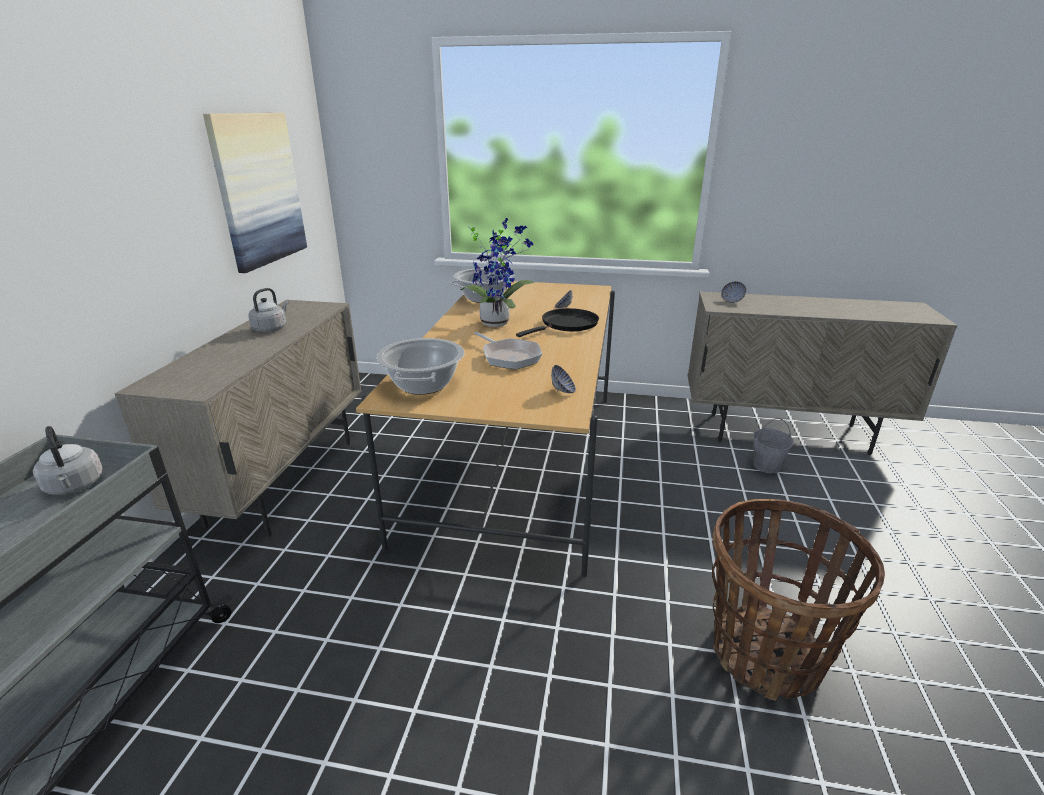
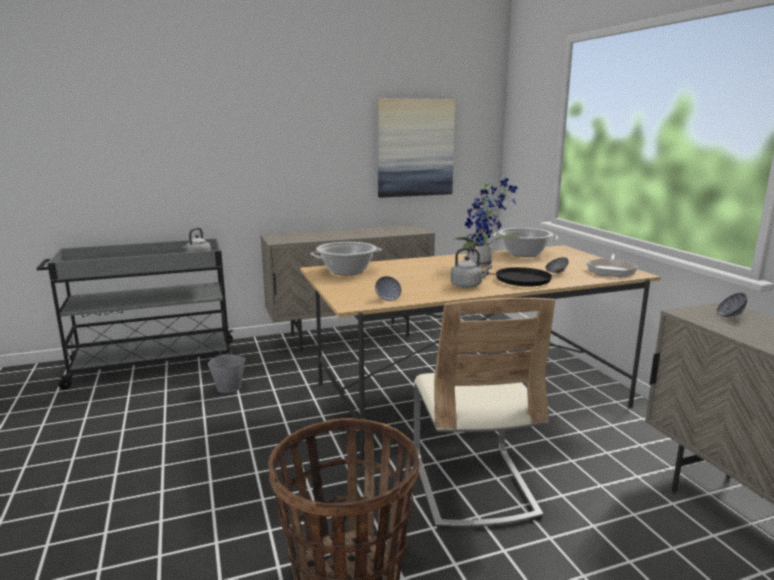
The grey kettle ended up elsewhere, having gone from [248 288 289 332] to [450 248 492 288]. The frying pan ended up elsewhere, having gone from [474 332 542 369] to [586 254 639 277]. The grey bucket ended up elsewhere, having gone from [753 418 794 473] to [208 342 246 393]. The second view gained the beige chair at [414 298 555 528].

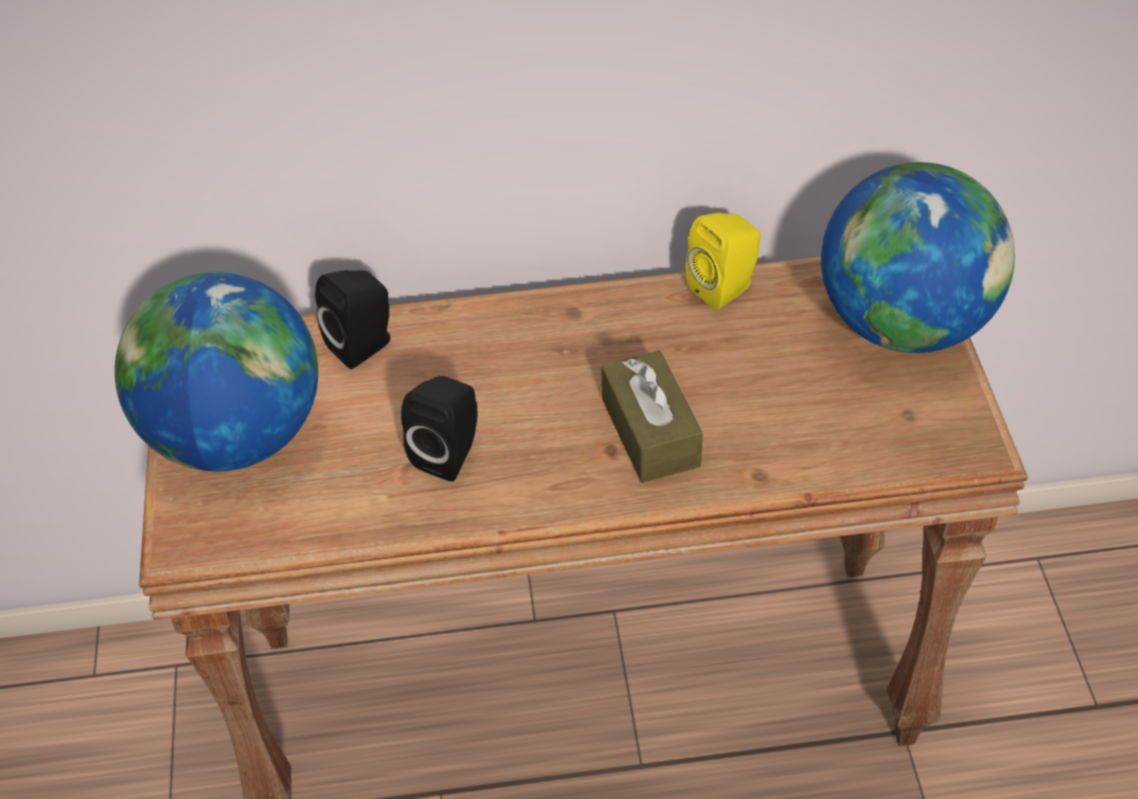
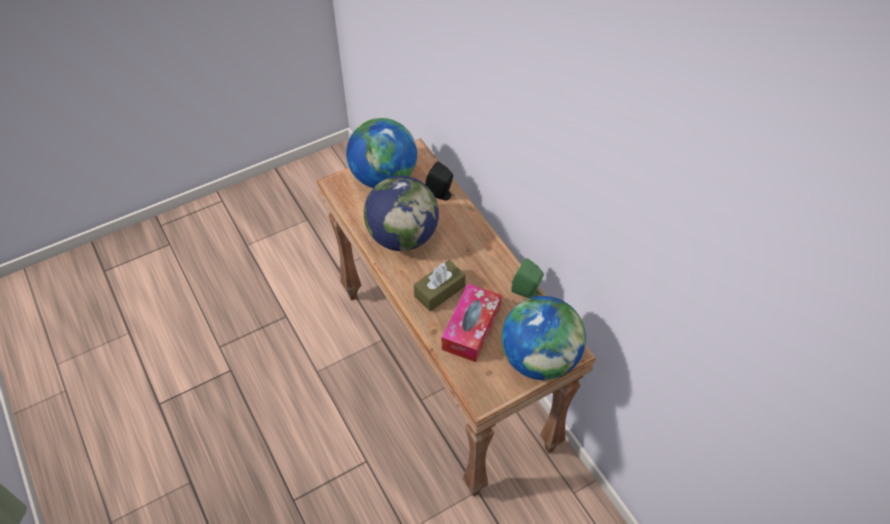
What was the yellow speaker at [685 212 760 310] turned into the green speaker at [511 258 544 298]. Where the black speaker stood at [401 376 477 481], the globe came to stand at [364 176 439 251]. The second view gained the tissue box at [442 284 502 362].

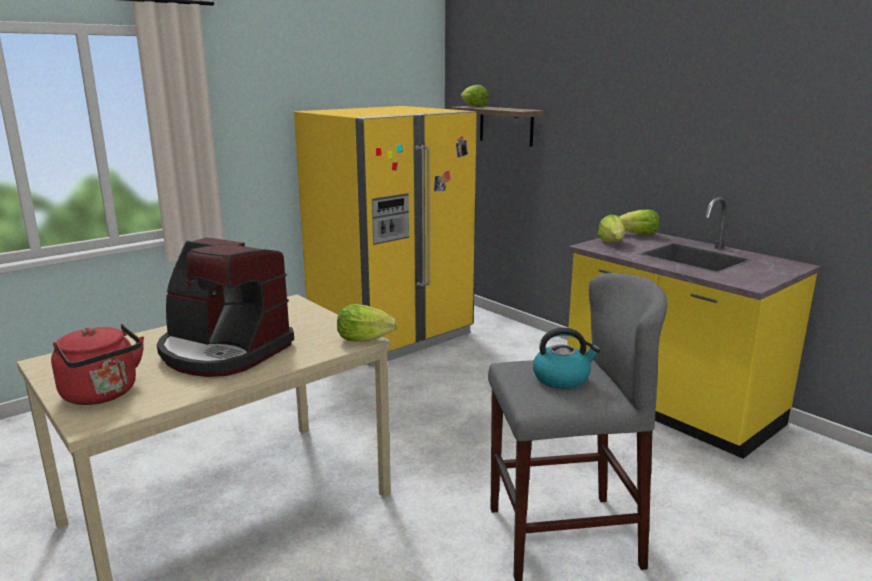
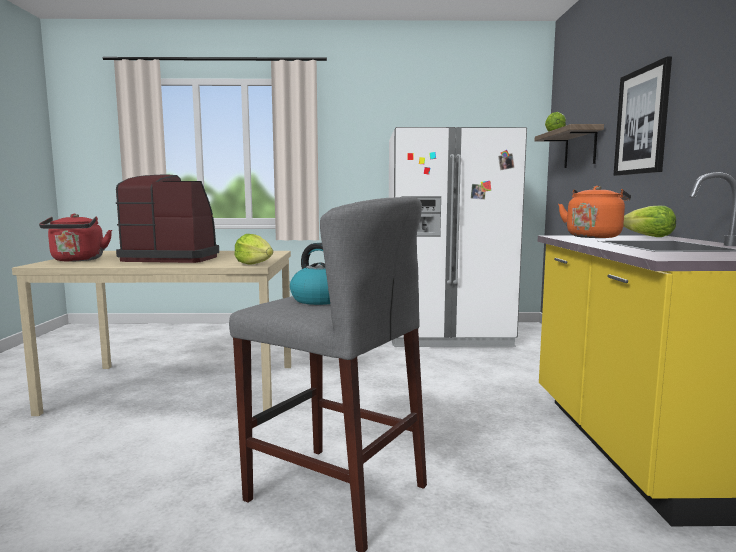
What was the yellow fridge at [294 106 478 367] turned into the white fridge at [389 127 527 347]. Where the lettuce stood at [598 214 625 243], the orange kettle came to stand at [558 186 631 238]. The coffee machine at [157 237 294 377] ended up facing another way, 120 degrees clockwise from before. The second view gained the picture at [613 56 672 176].

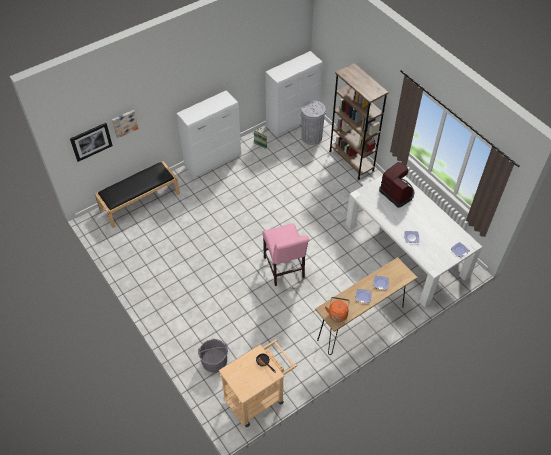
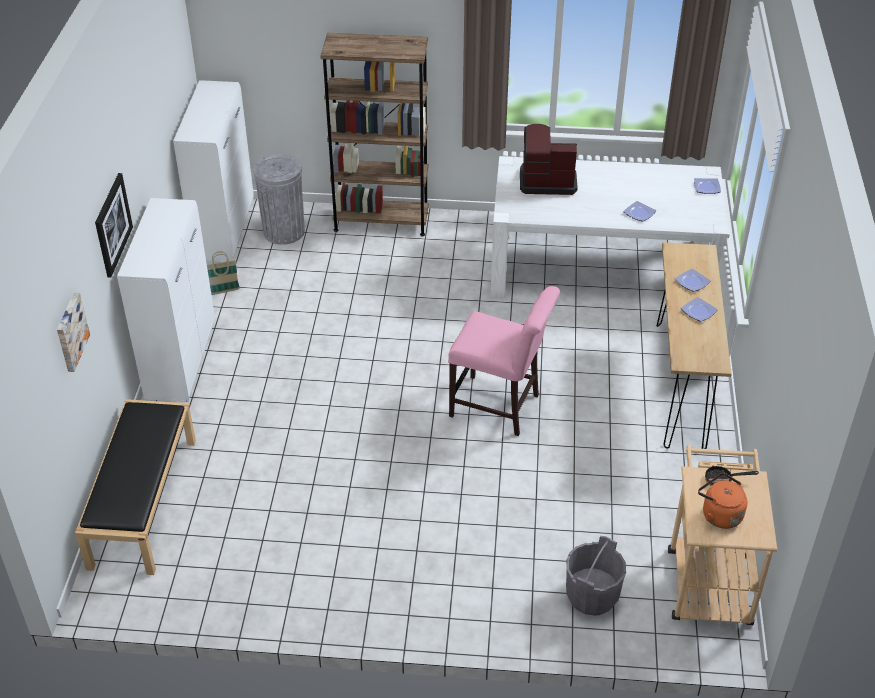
The picture ended up elsewhere, having gone from [70 123 113 162] to [95 173 133 277]. The orange kettle ended up elsewhere, having gone from [325 297 350 322] to [698 473 747 529].

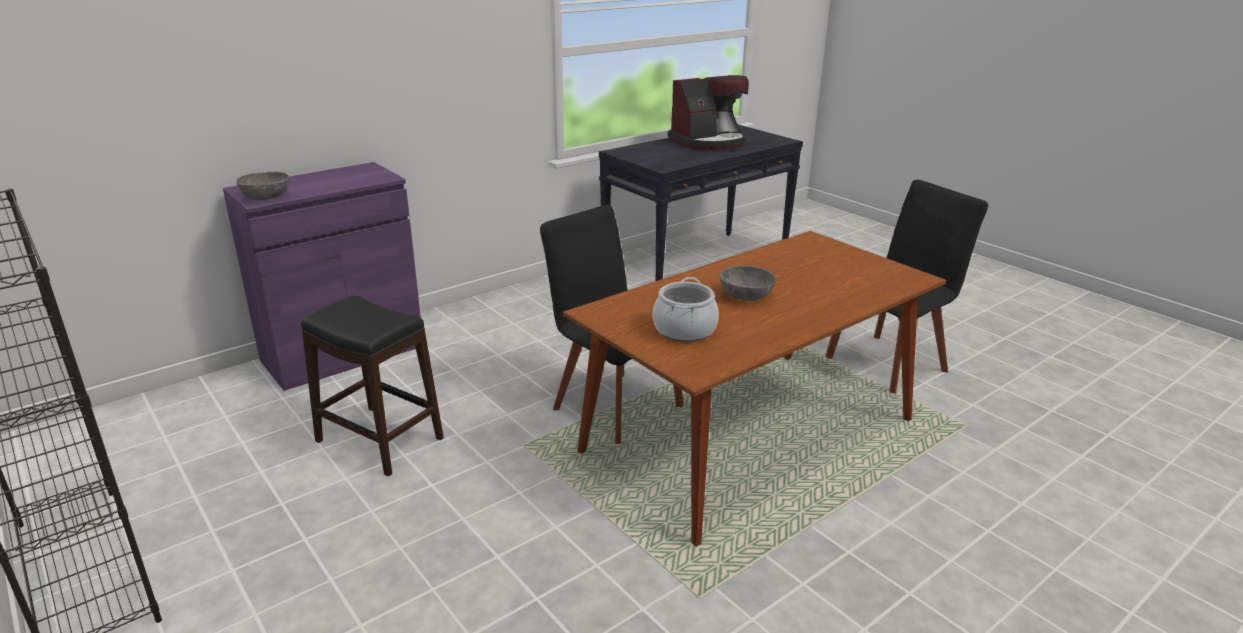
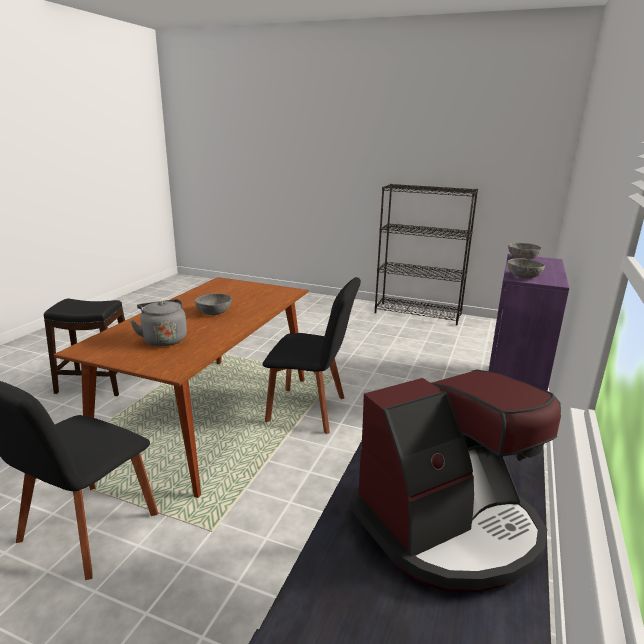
The coffee machine at [668 75 749 150] ended up facing another way, 150 degrees counterclockwise from before. The second view lost the cooking pot at [653 277 719 342]. The black stool ended up elsewhere, having gone from [301 296 444 476] to [44 299 125 396]. The second view gained the grey bowl at [508 258 545 278]. The second view gained the grey kettle at [130 299 187 346].

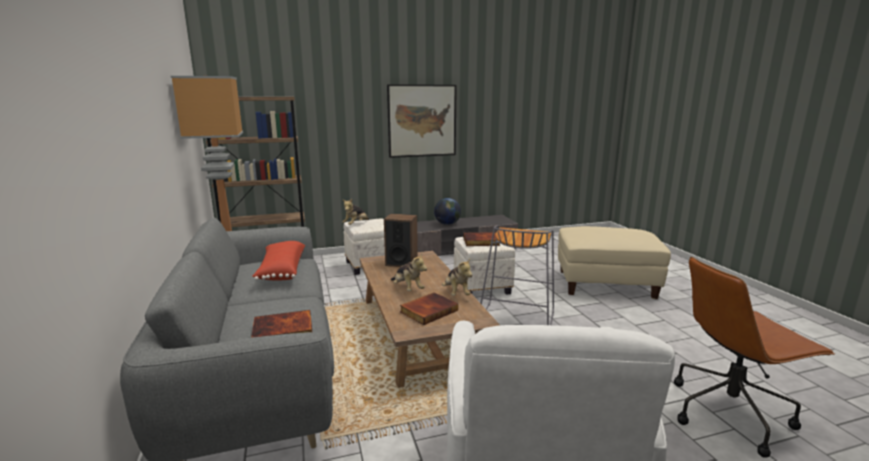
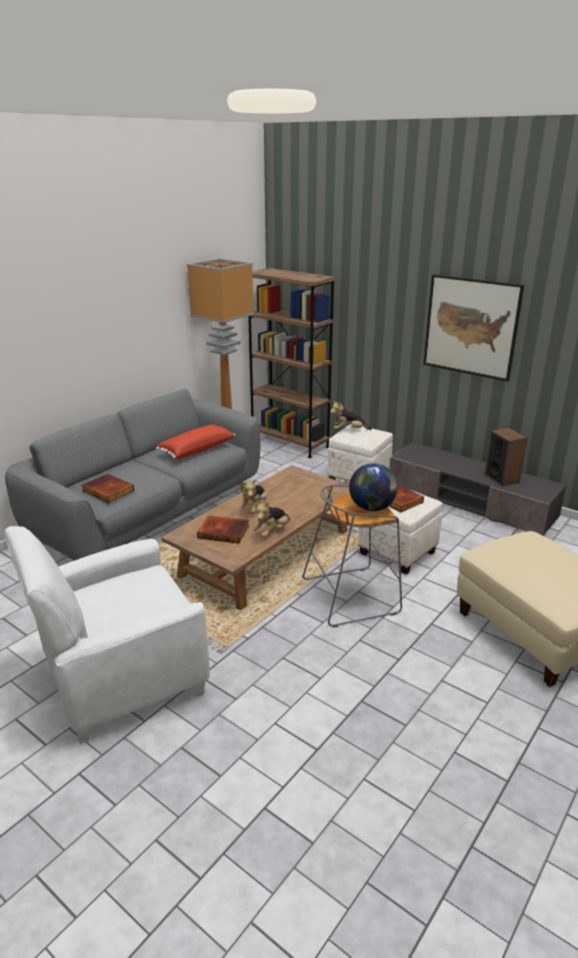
The globe ended up elsewhere, having gone from [434 198 461 225] to [349 463 398 511]. The speaker ended up elsewhere, having gone from [384 214 418 267] to [484 428 528 487]. The second view lost the brown office chair at [674 257 835 458].

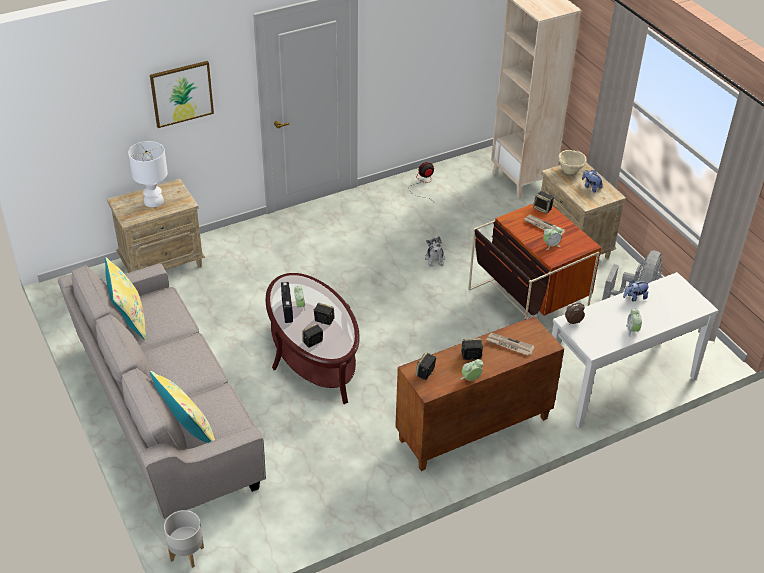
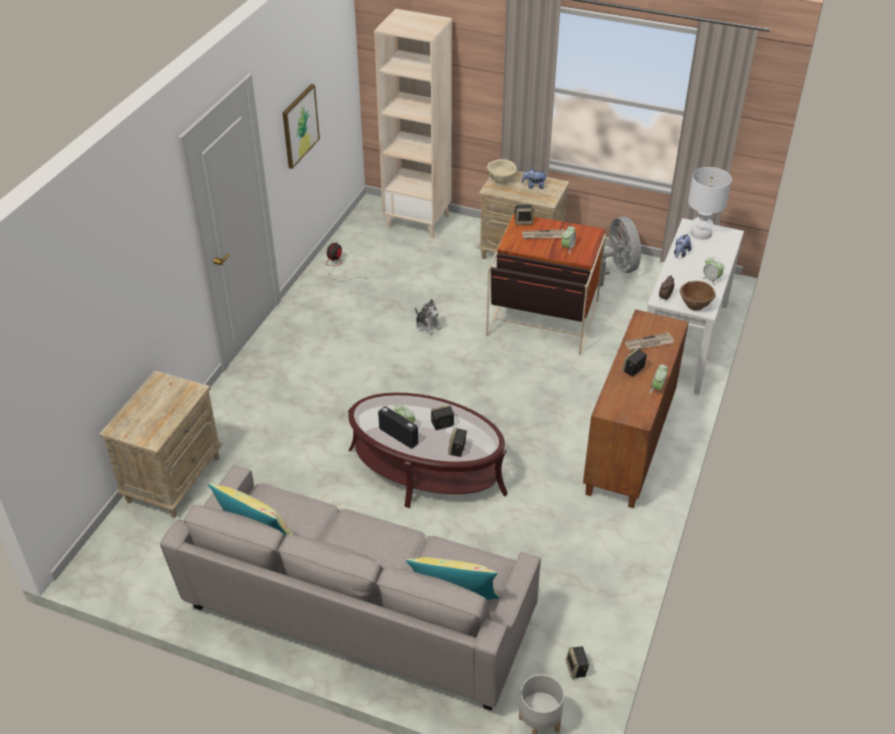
The picture ended up elsewhere, having gone from [150 61 214 128] to [283 84 320 169]. The white table lamp ended up elsewhere, having gone from [128 141 168 207] to [688 167 732 240]. The speaker ended up elsewhere, having gone from [415 352 436 380] to [566 646 589 679]. The second view gained the brown bowl at [680 281 716 311].

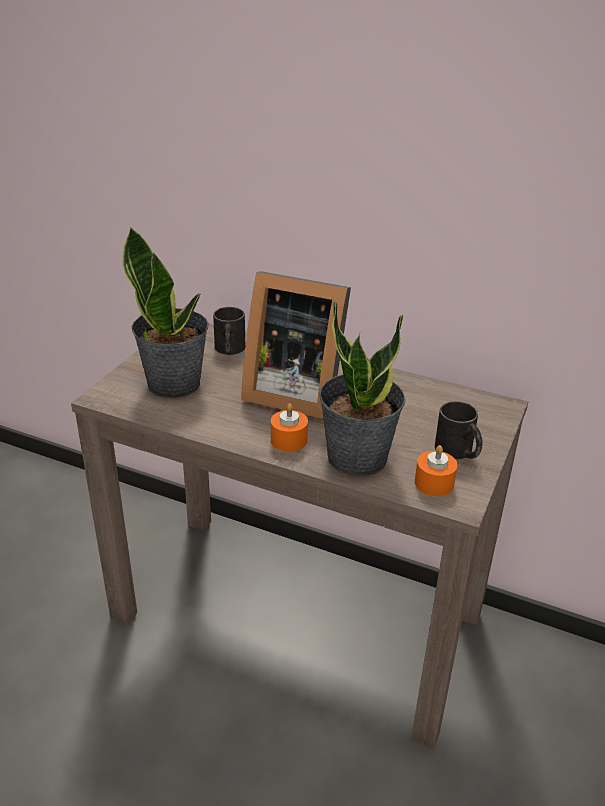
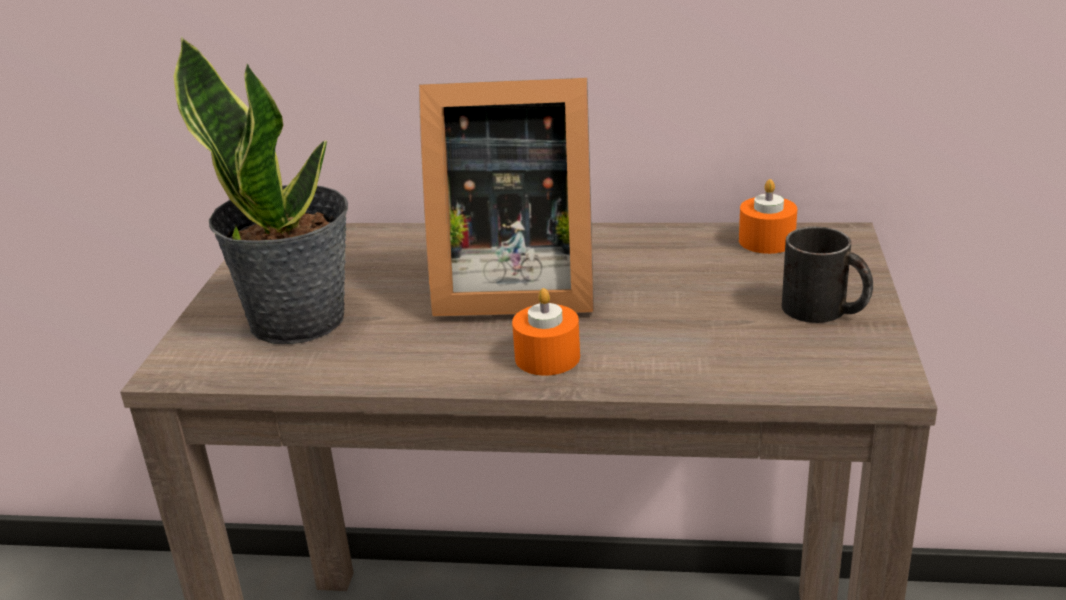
The second view lost the potted plant at [319 301 406 477]. The second view lost the black mug at [213 307 245 355]. The orange candle ended up elsewhere, having gone from [415 445 458 496] to [739 179 797 254].

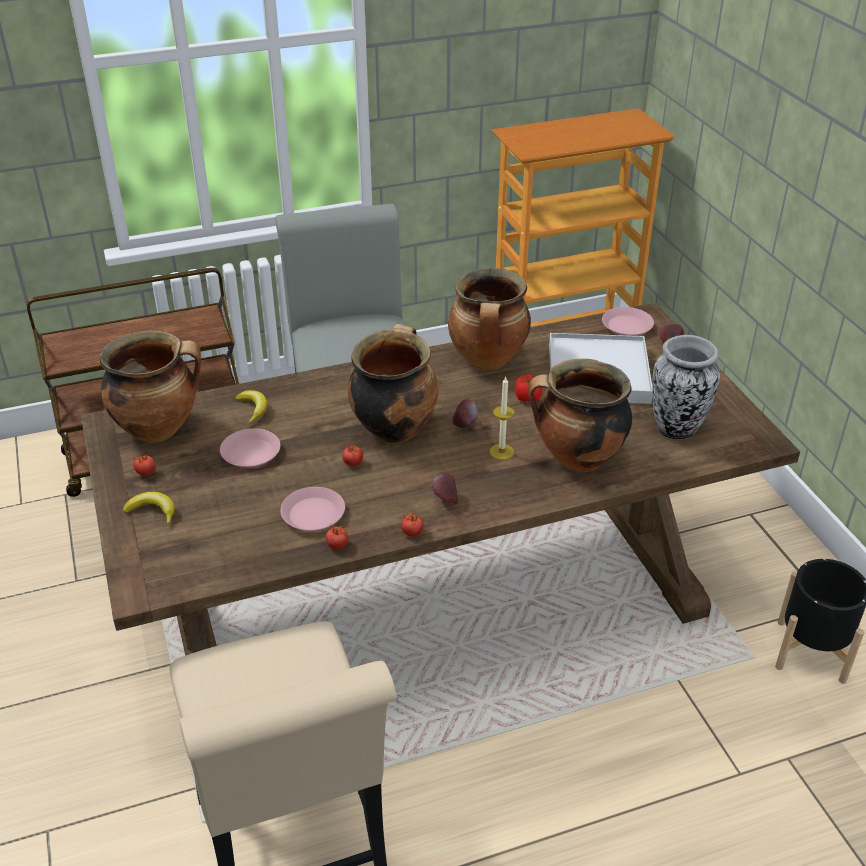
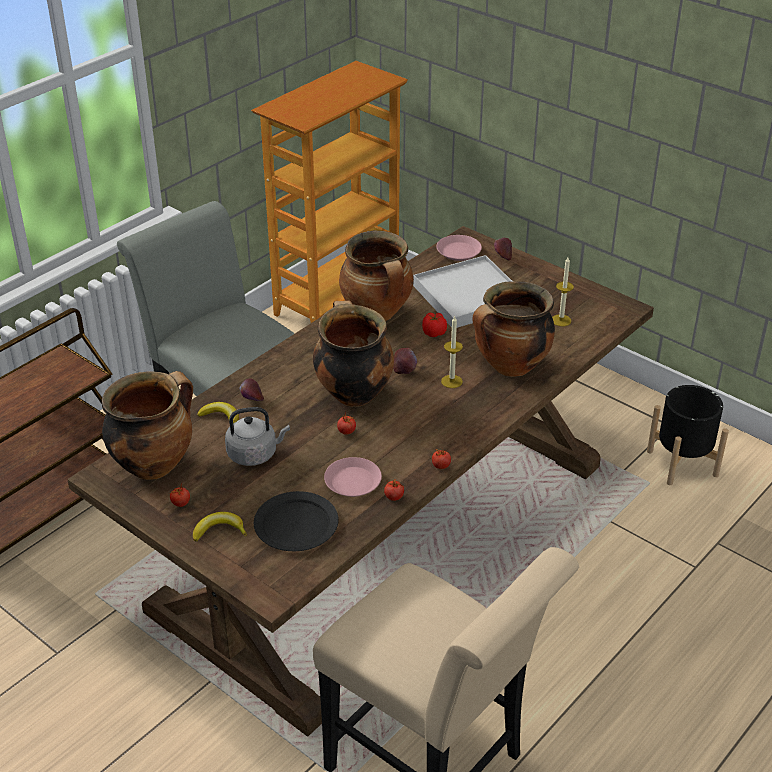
Where the vase stood at [652 335 720 440], the candle came to stand at [552 257 574 326]. Where the pink plate stood at [220 428 281 468], the grey kettle came to stand at [225 407 290 466]. The apple ended up elsewhere, having gone from [432 473 458 504] to [239 378 264 401]. The second view gained the black plate at [254 491 339 551].

